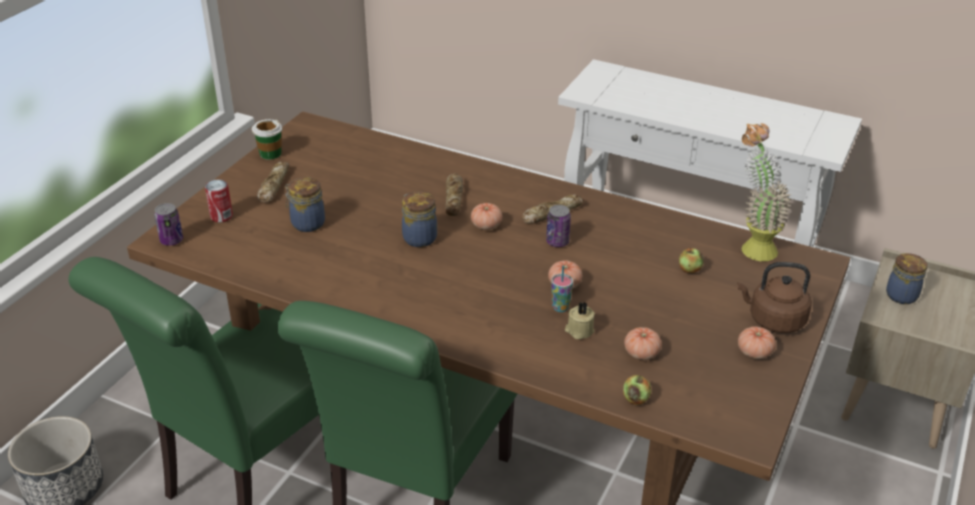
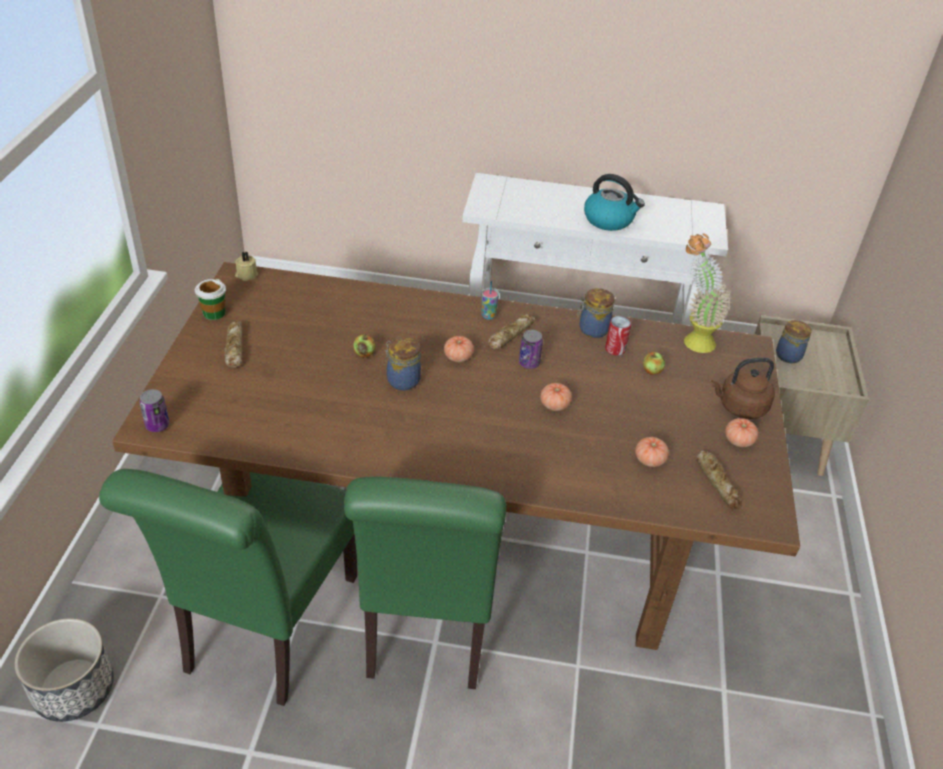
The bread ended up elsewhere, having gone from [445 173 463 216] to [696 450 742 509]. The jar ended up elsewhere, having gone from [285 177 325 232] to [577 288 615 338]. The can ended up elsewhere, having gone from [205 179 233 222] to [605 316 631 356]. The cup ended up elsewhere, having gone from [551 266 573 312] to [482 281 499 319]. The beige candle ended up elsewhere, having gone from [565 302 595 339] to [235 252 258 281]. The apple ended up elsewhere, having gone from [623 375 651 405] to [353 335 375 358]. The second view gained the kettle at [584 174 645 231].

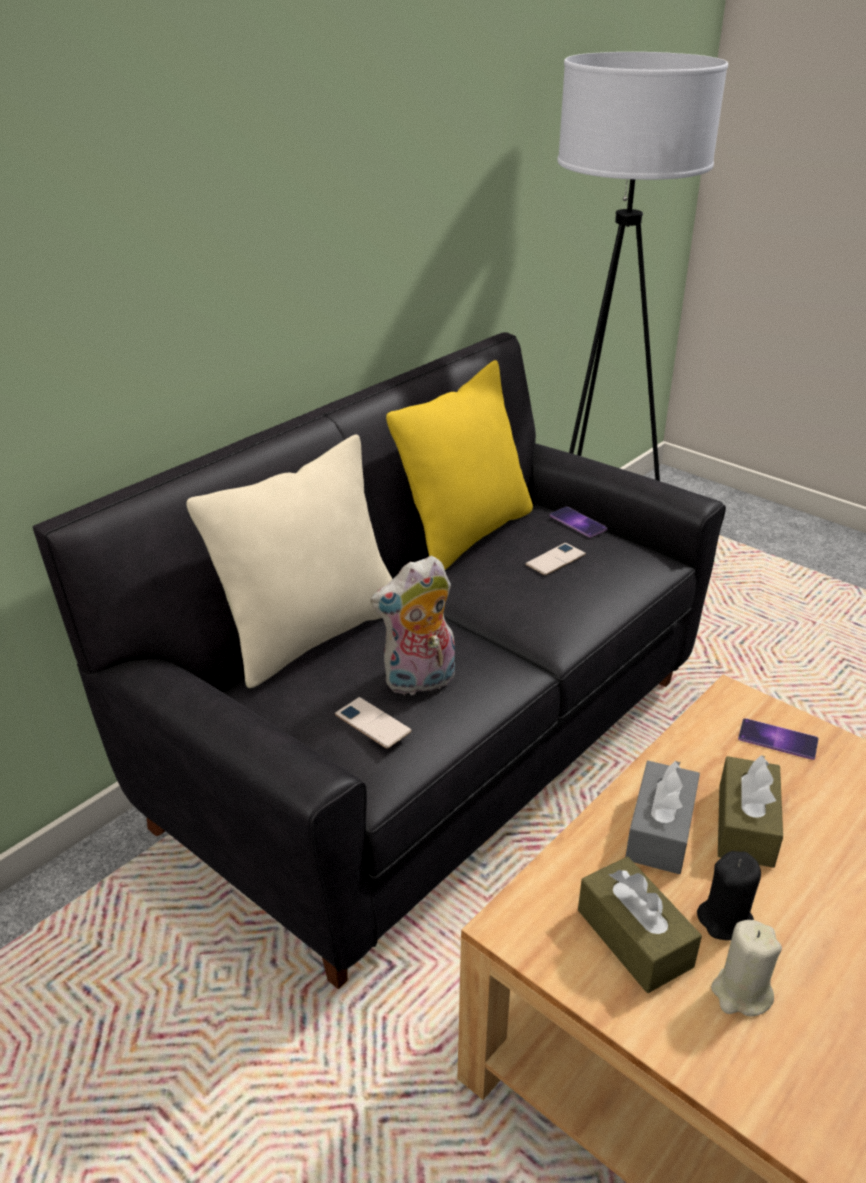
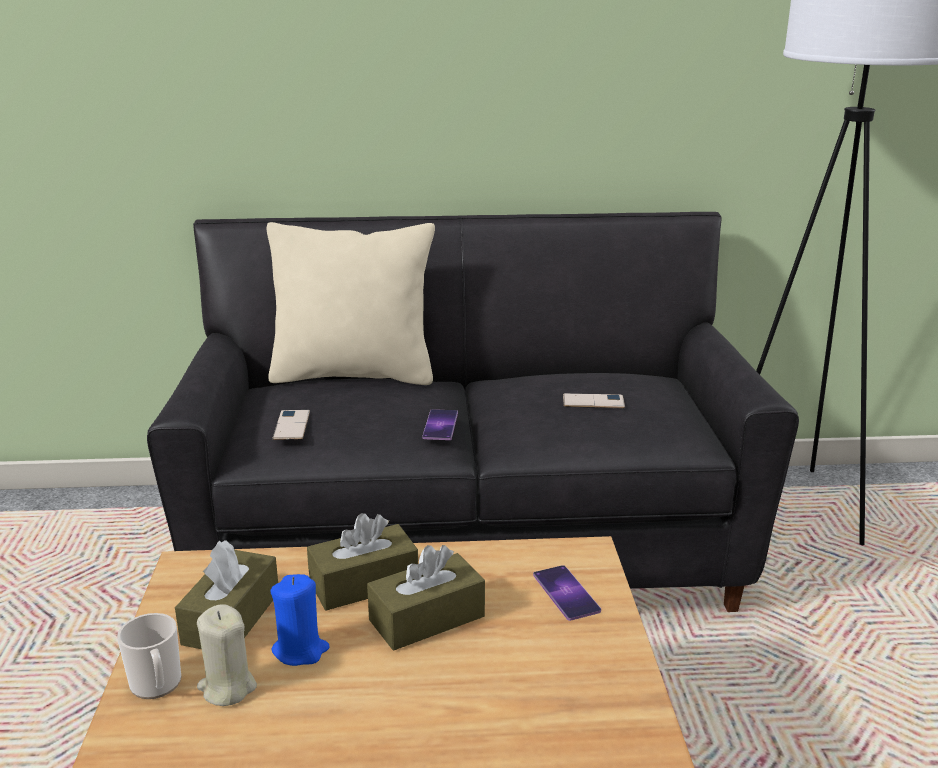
The second view lost the yellow pillow at [386 360 533 570]. The phone ended up elsewhere, having gone from [550 507 607 537] to [422 409 458 440]. The second view lost the plush toy at [370 556 455 695]. What was the grey tissue box at [625 761 700 874] turned into the brown tissue box at [307 513 418 611]. What was the black candle at [697 851 761 940] turned into the blue candle at [270 574 330 666]. The second view gained the mug at [117 613 181 699].

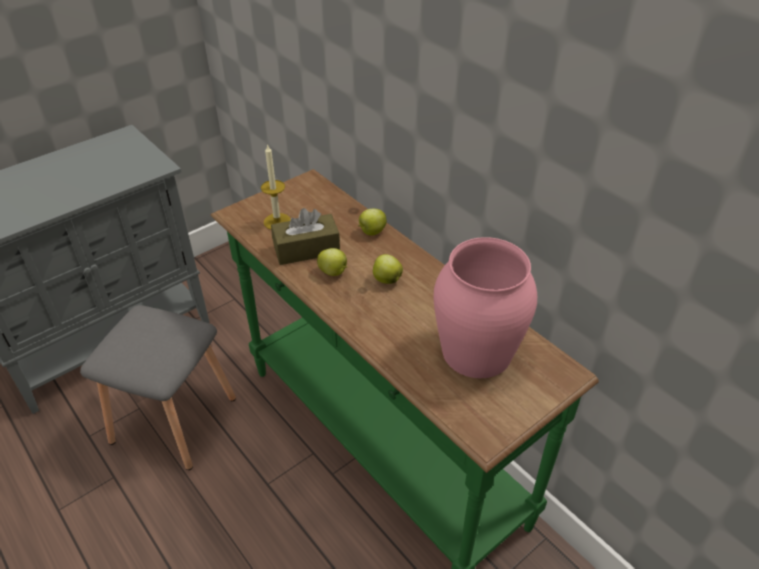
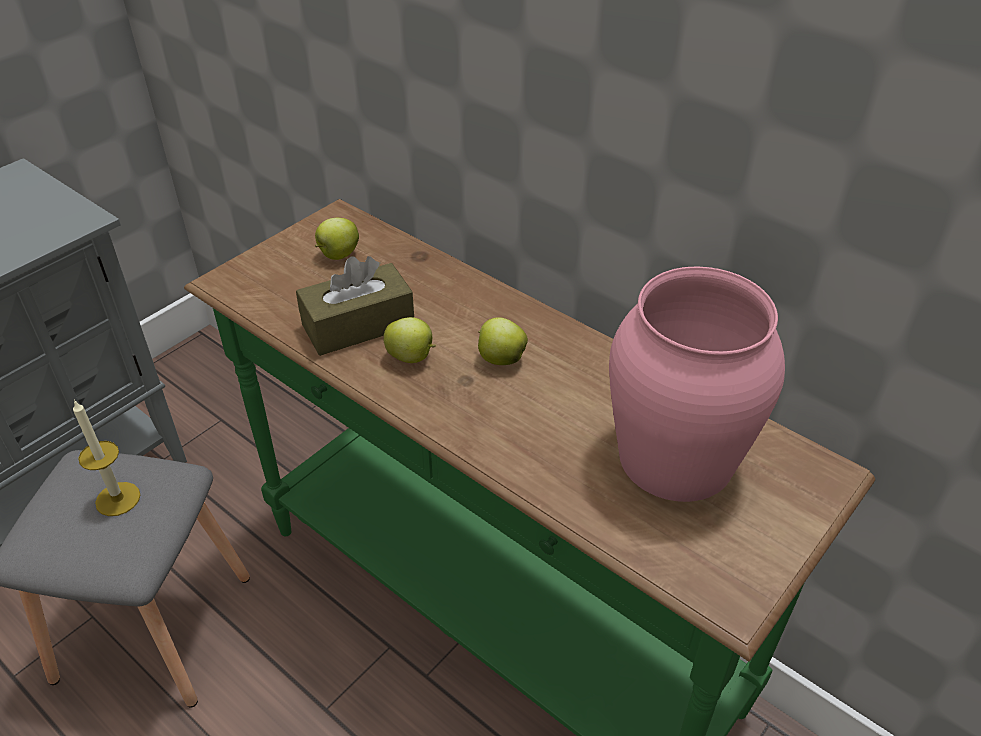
The candle ended up elsewhere, having gone from [261 144 291 230] to [73 400 140 516]. The apple ended up elsewhere, having gone from [358 209 387 236] to [315 218 359 260].

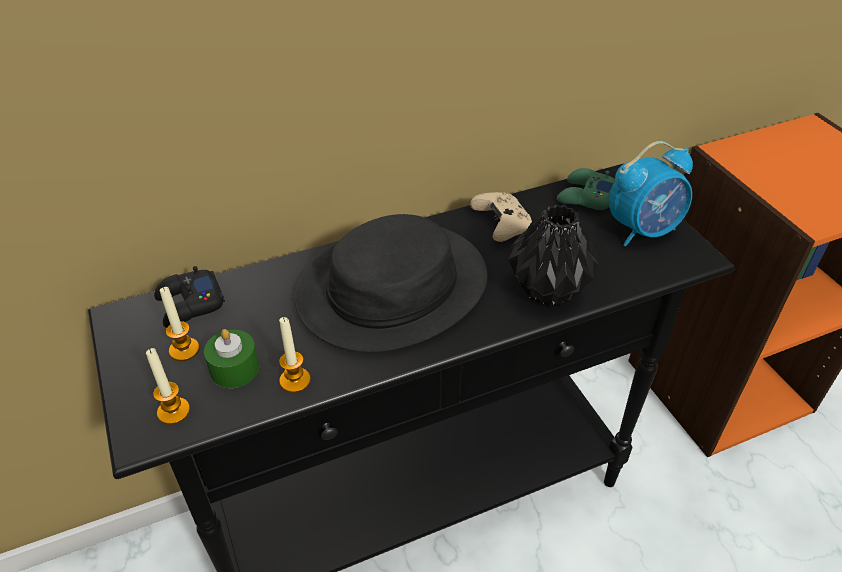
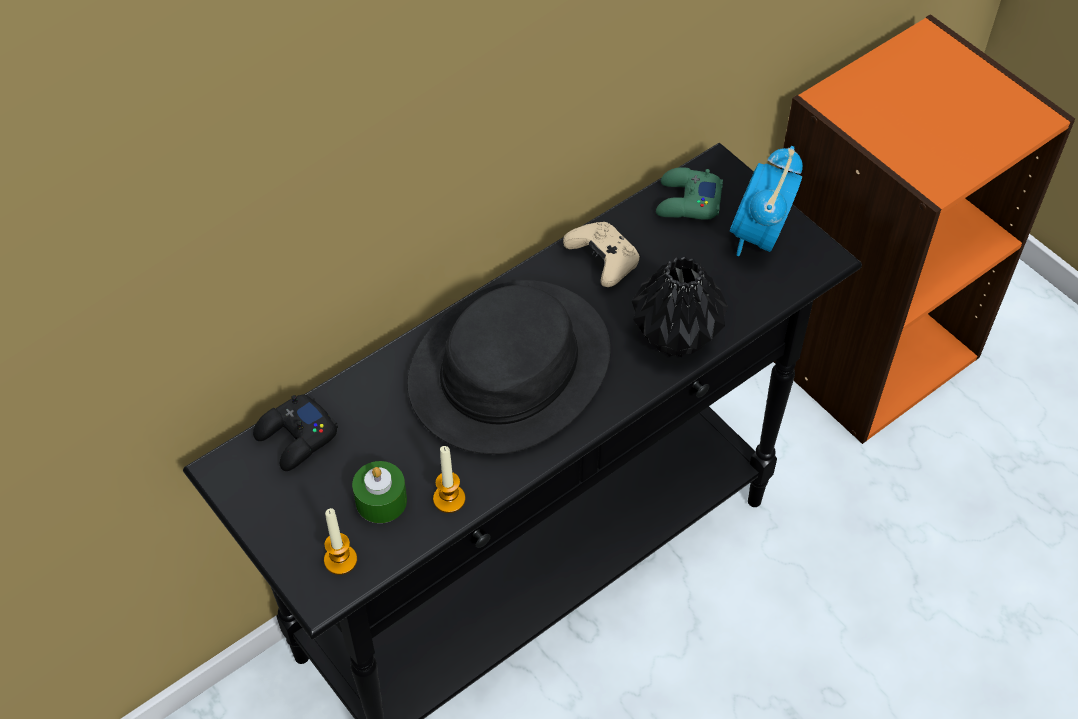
The alarm clock at [609 141 693 246] ended up facing another way, 150 degrees clockwise from before. The second view lost the candle at [160 287 200 361].

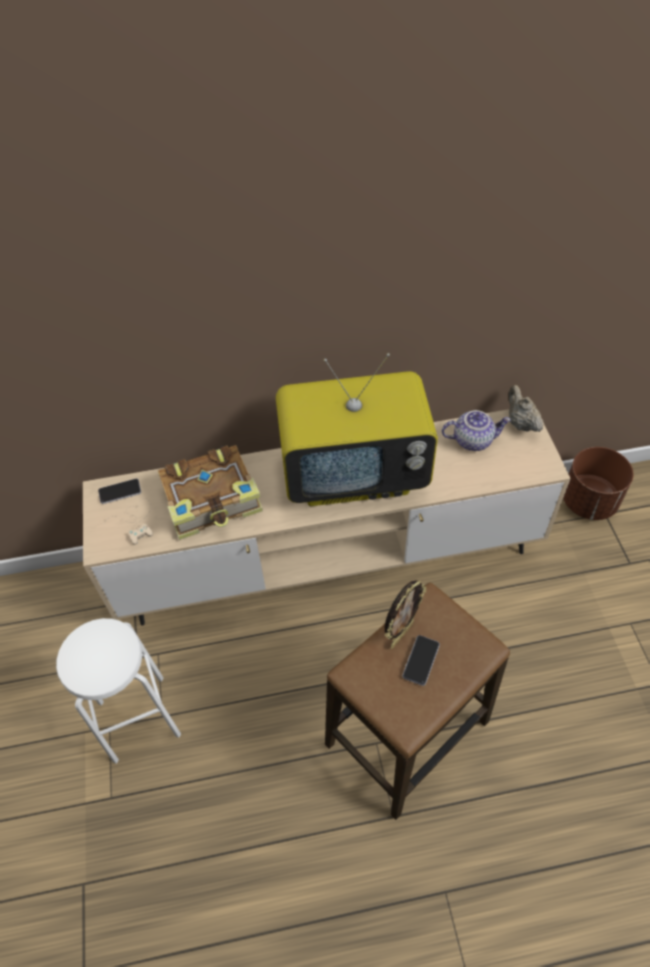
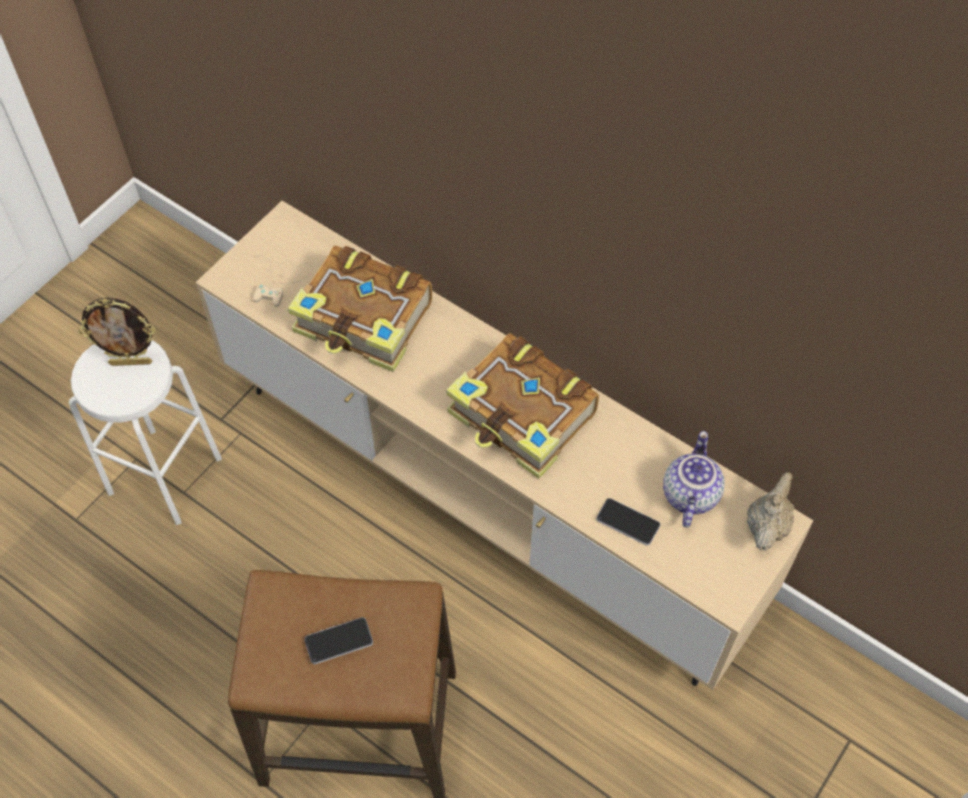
Where the television stood at [276 353 438 506], the book came to stand at [446 333 599 479]. The teapot at [442 410 511 451] ended up facing another way, 120 degrees counterclockwise from before. The second view lost the brown planter at [563 447 634 520]. The phone ended up elsewhere, having gone from [98 478 141 504] to [596 498 660 546]. The picture frame ended up elsewhere, having gone from [385 580 426 649] to [78 297 156 366].

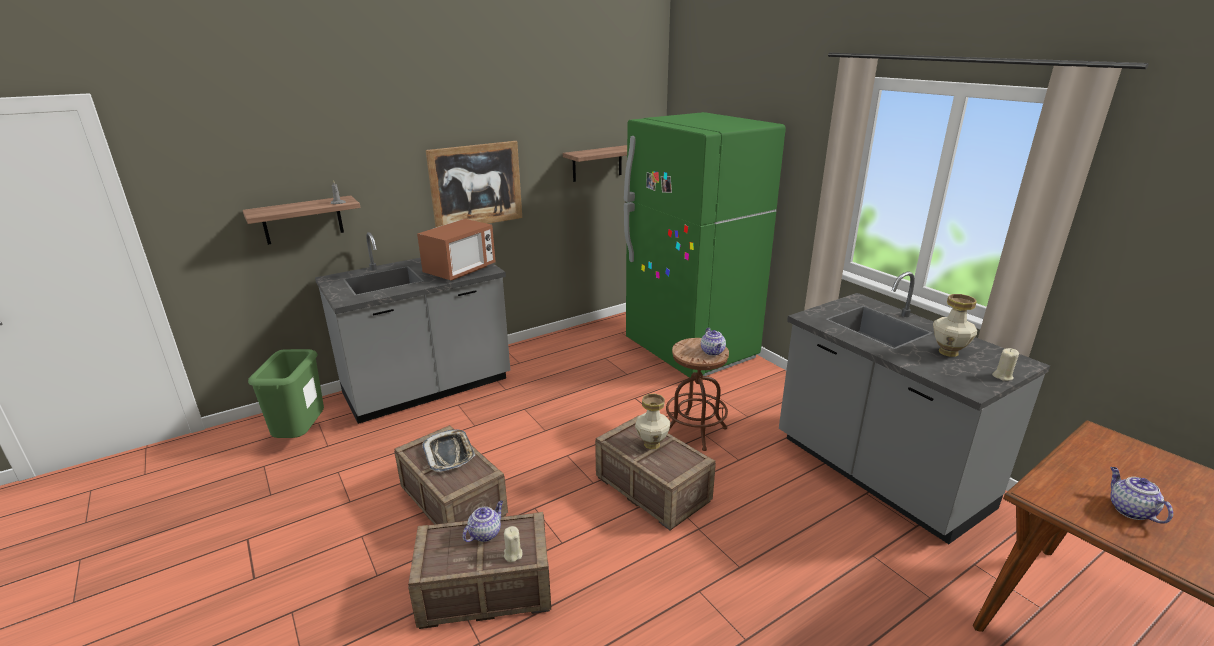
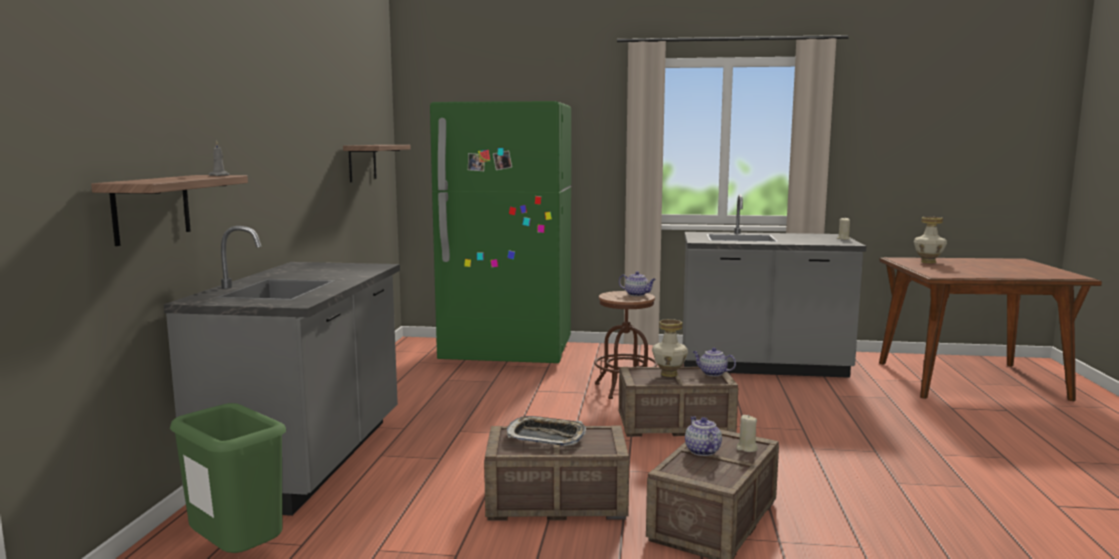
The second view lost the picture at [426 141 522 227]. The second view lost the microwave at [417 219 496 281]. The vase ended up elsewhere, having gone from [933 294 977 357] to [914 217 947 263]. The teapot ended up elsewhere, having gone from [1110 467 1173 524] to [693 348 736 376].

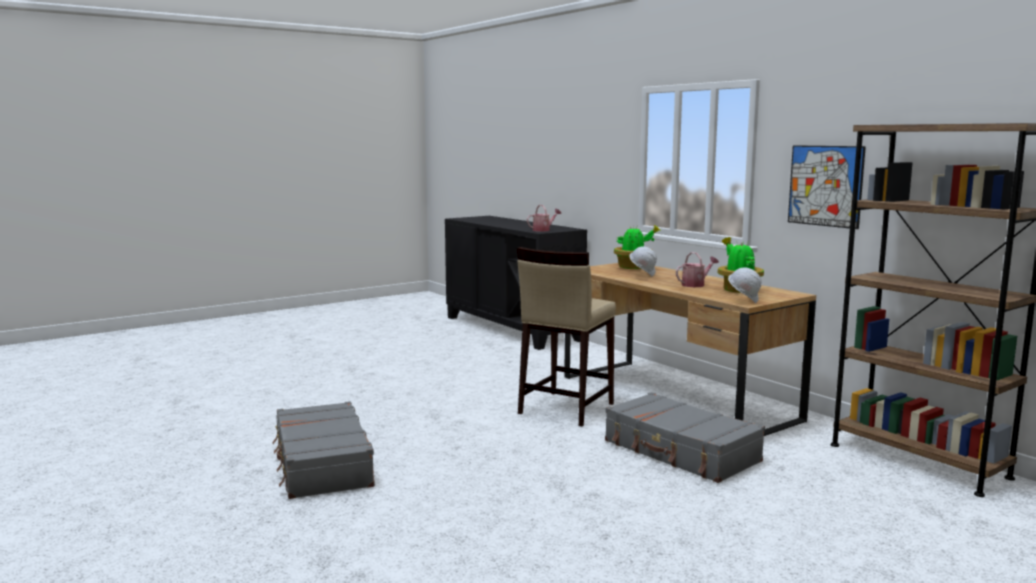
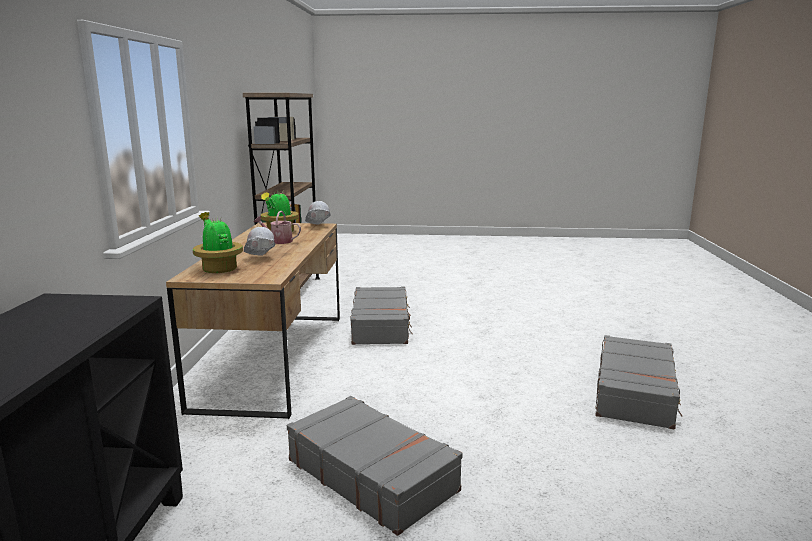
The second view lost the picture at [788 145 866 229]. The second view lost the watering can at [527 205 561 232]. The second view lost the beige stool at [517 247 616 426]. The second view gained the grey suitcase at [287 396 463 536].

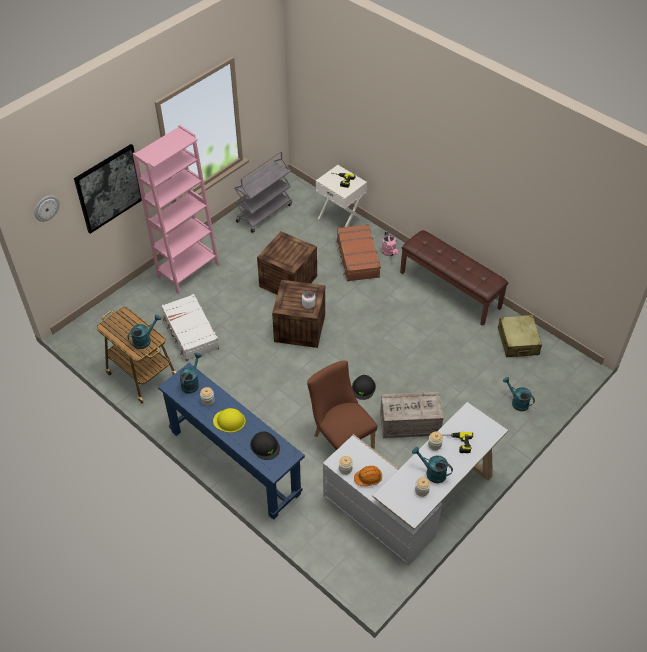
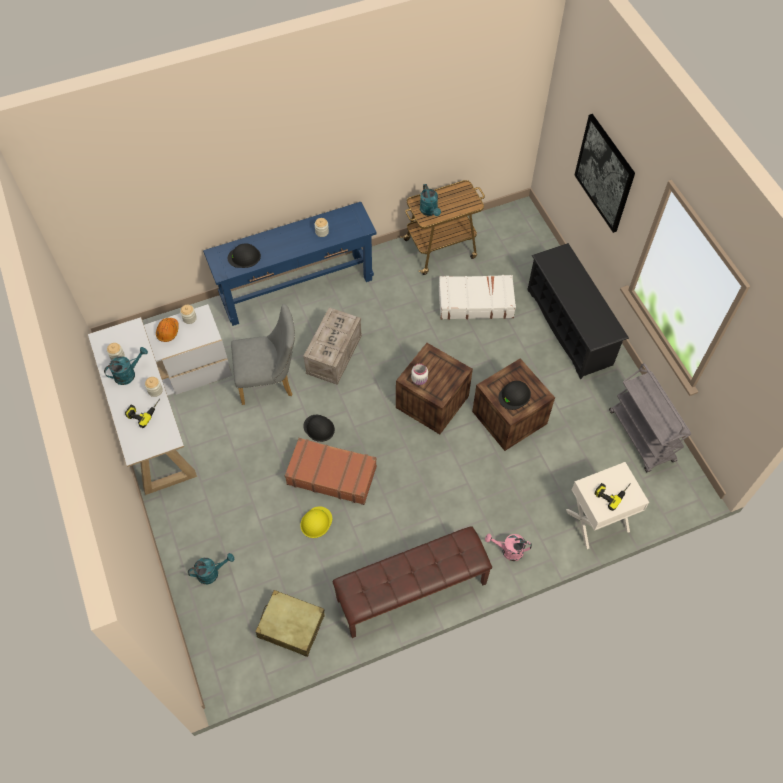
Where the pink bookcase stood at [133 125 219 294], the black shoe rack came to stand at [527 243 629 379]. The second view lost the wall clock at [34 195 60 222]. The brown suitcase ended up elsewhere, having gone from [335 224 381 281] to [285 438 377 505]. The second view lost the turquoise watering can at [179 353 202 394]. What was the brown chair at [307 361 377 450] turned into the grey chair at [231 304 295 405]. The crate ended up elsewhere, having gone from [380 392 444 438] to [303 307 362 385]. The yellow hard hat ended up elsewhere, having gone from [213 408 245 433] to [300 507 332 538]. The second view gained the black hard hat at [498 381 531 410].

